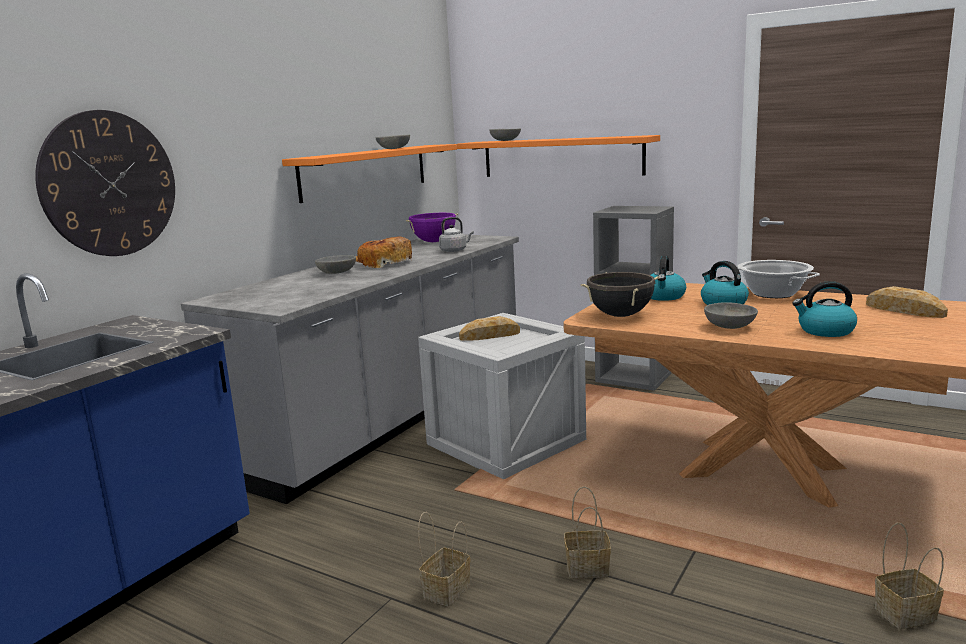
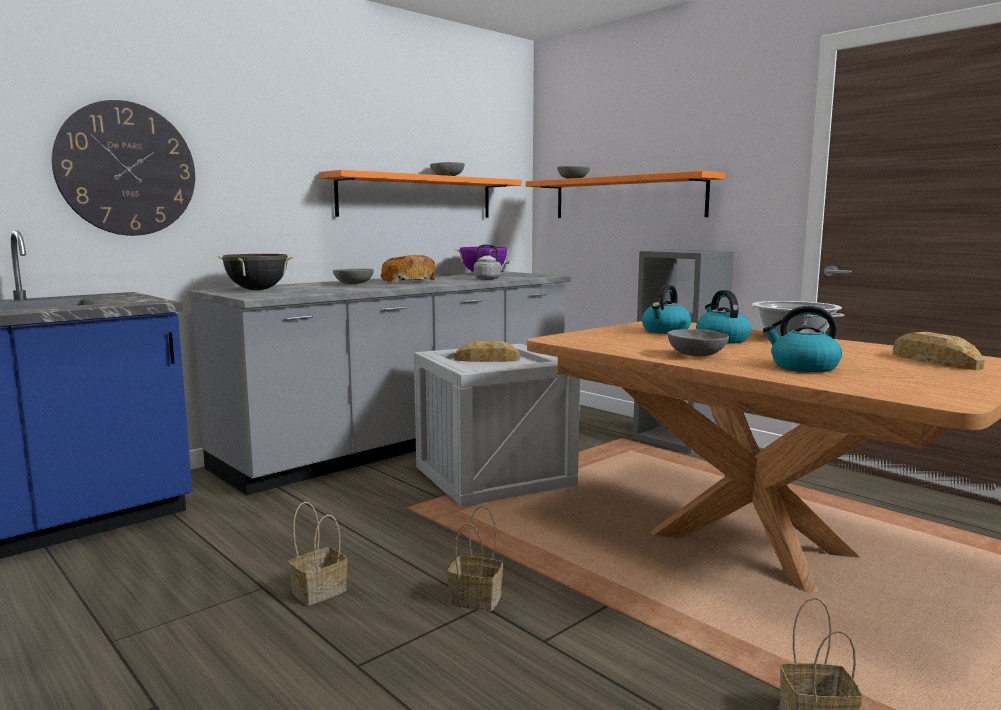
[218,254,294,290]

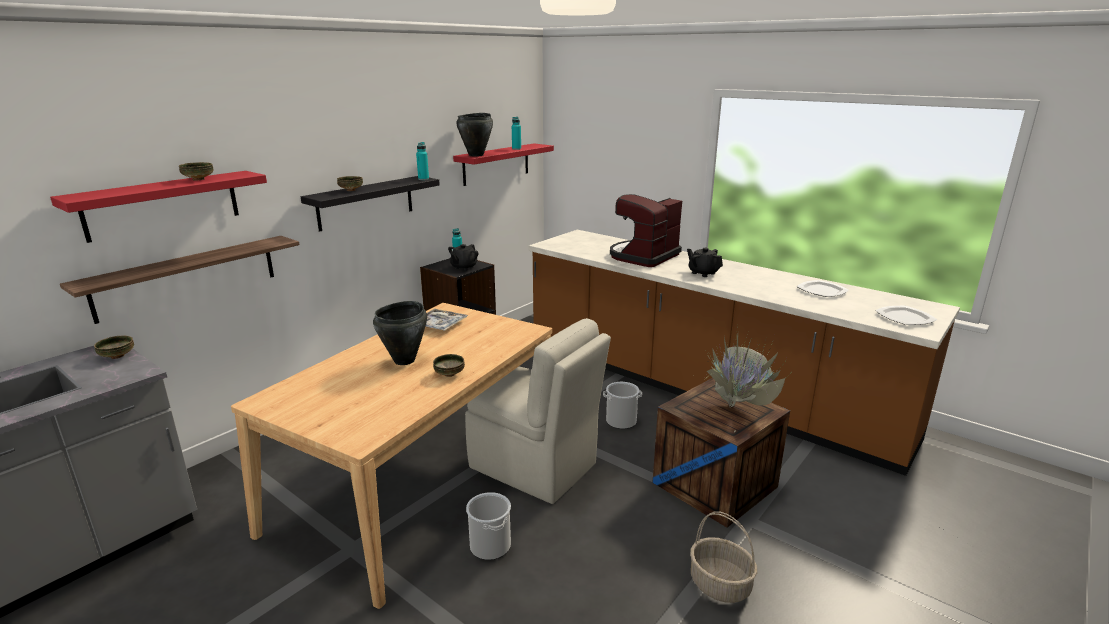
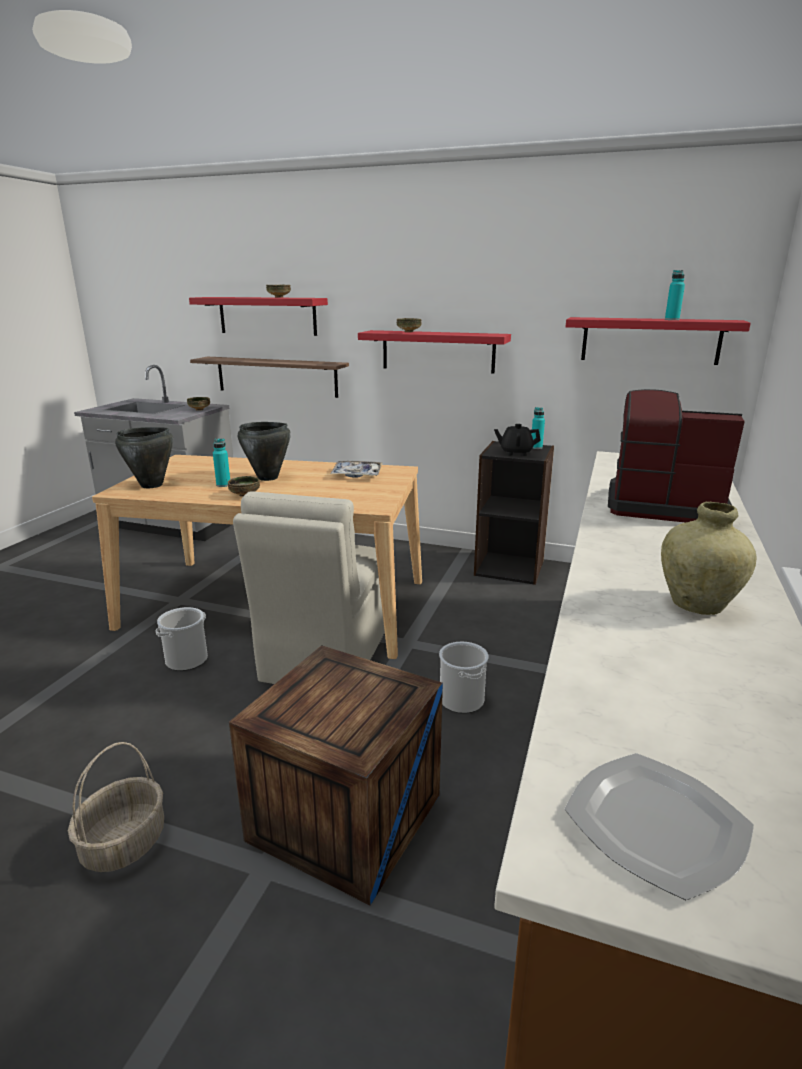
[687,248,723,277] (first image)
[707,325,791,433] (first image)
[796,280,849,297] (first image)
[661,501,756,615]
[213,439,230,487]
[115,427,173,488]
[358,330,511,374]

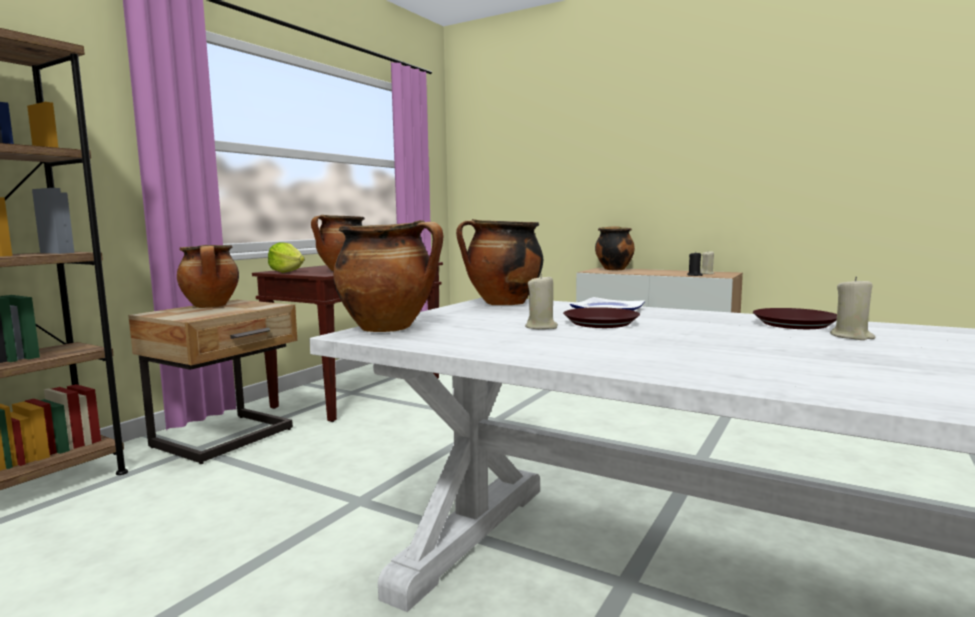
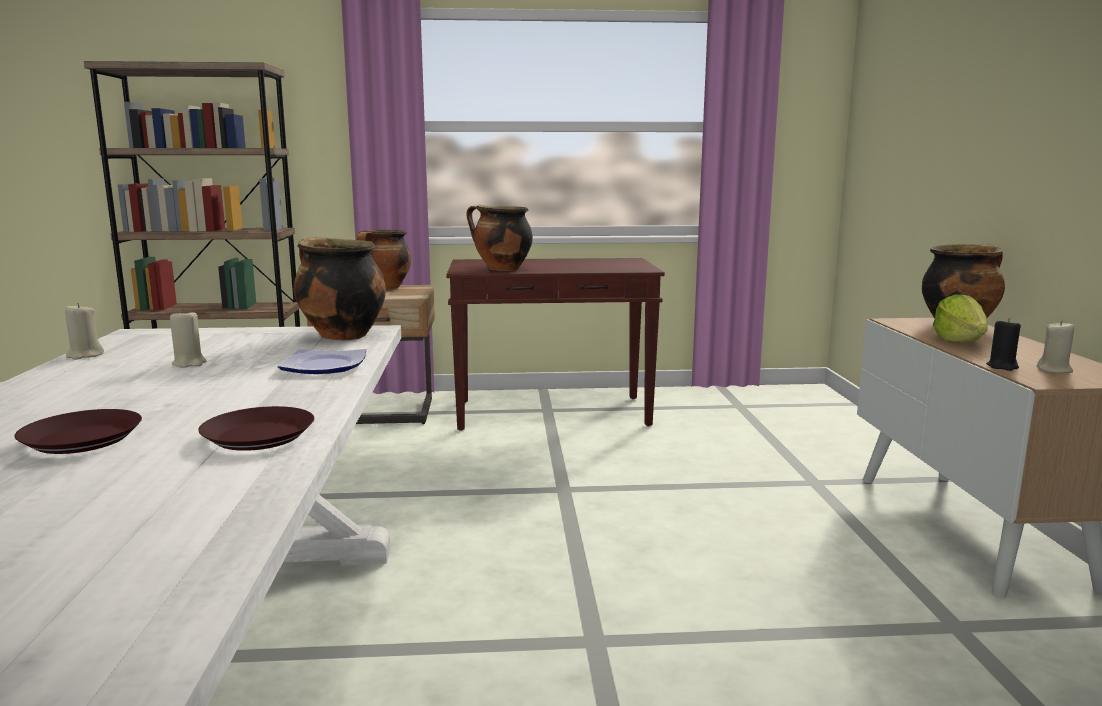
[333,220,444,332] (first image)
[933,294,988,343]
[14,409,142,454]
[65,303,104,360]

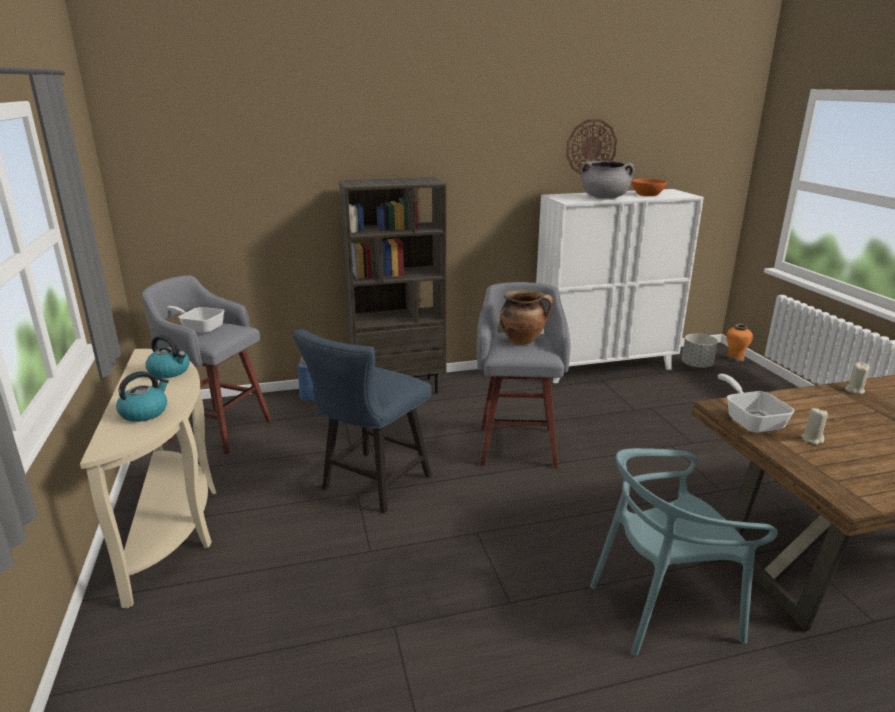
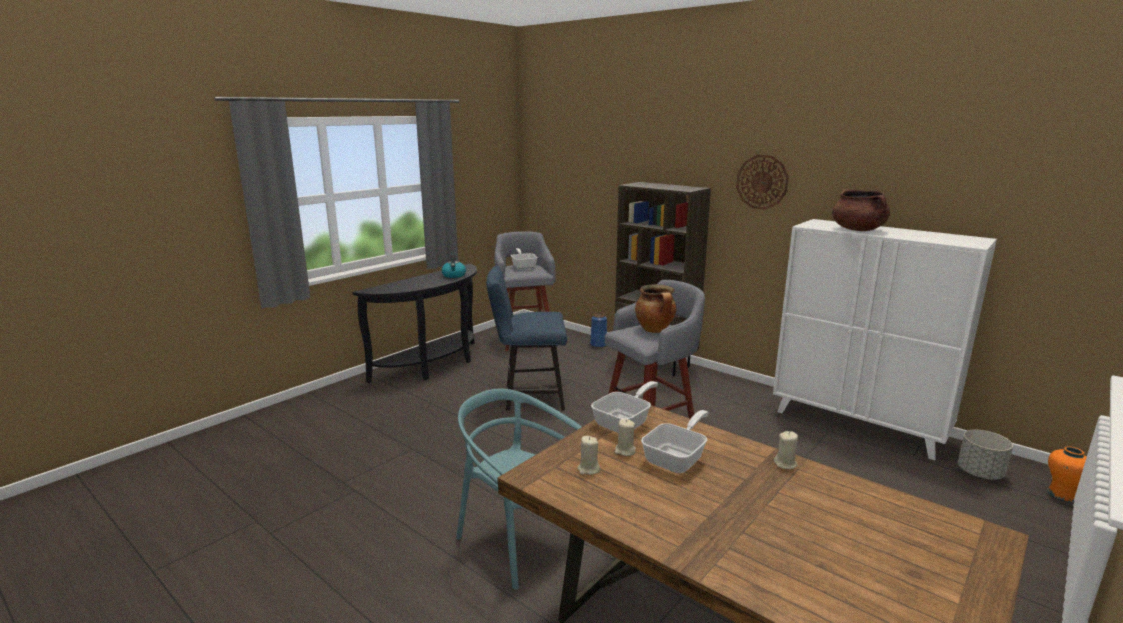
[116,371,169,422] (first image)
[632,179,667,196] (first image)
[578,436,600,475]
[641,410,709,473]
[736,155,789,210]
[353,264,477,383]
[832,189,890,231]

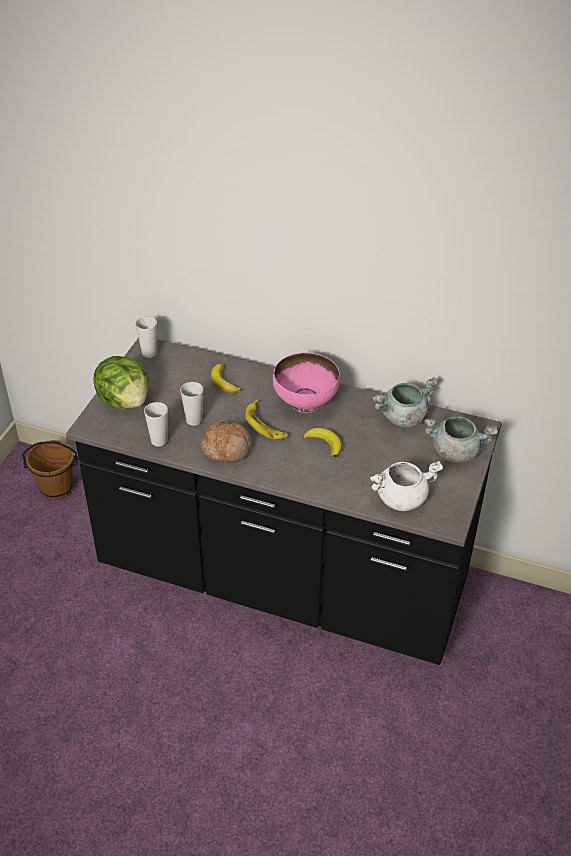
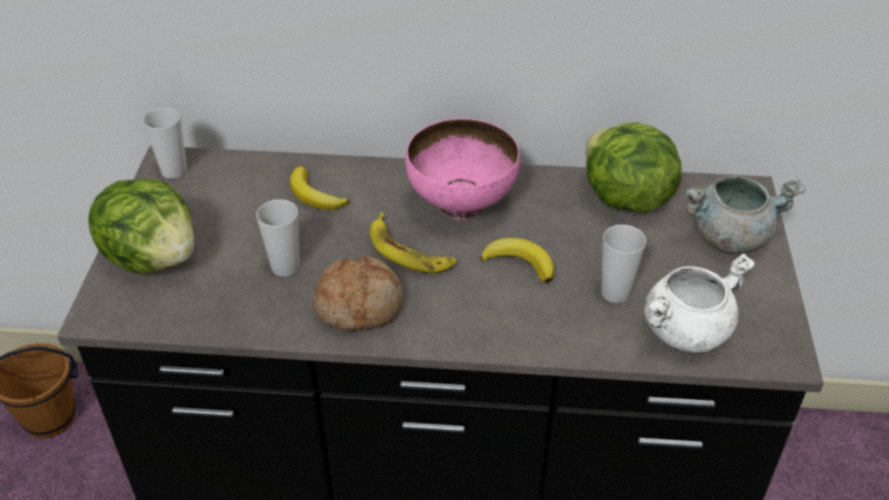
[601,224,647,303]
[586,122,682,213]

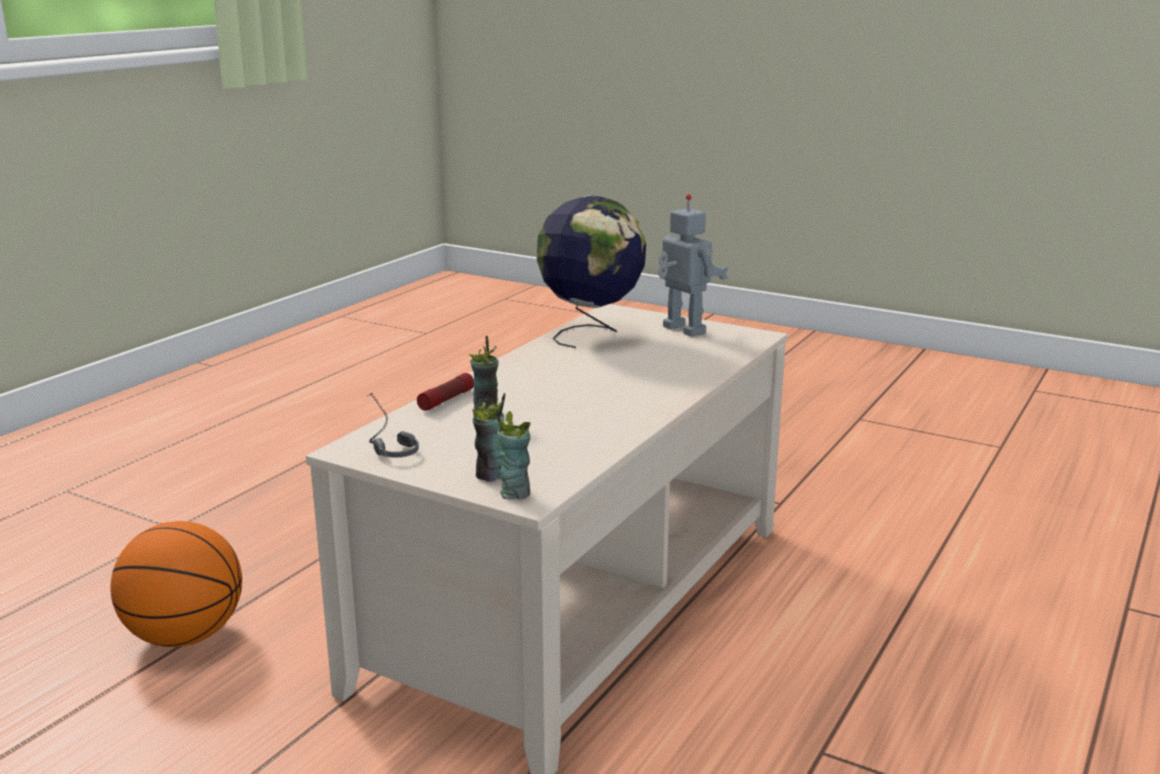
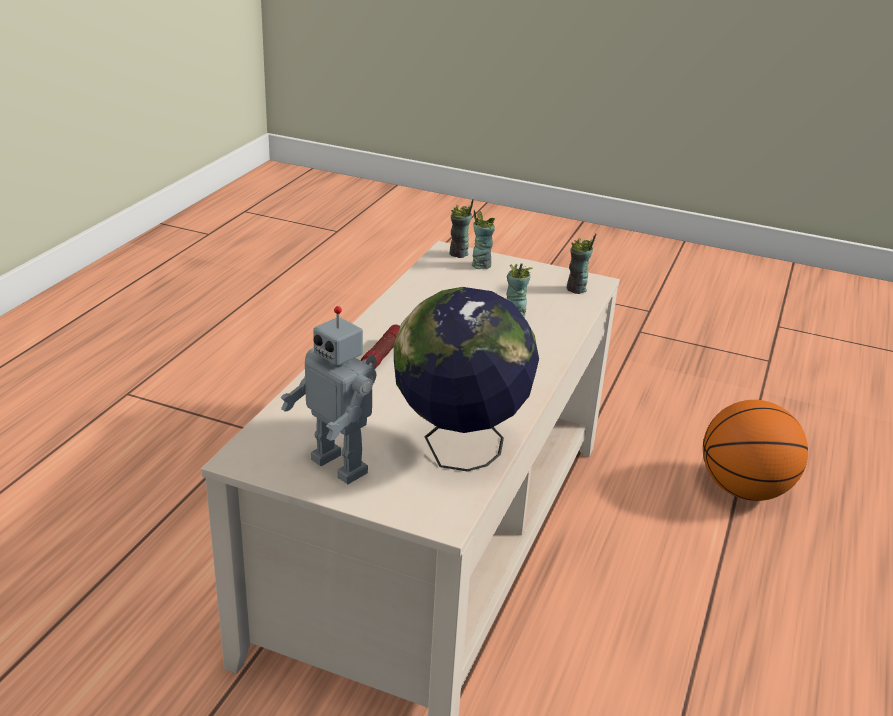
[361,325,400,369]
[567,233,596,294]

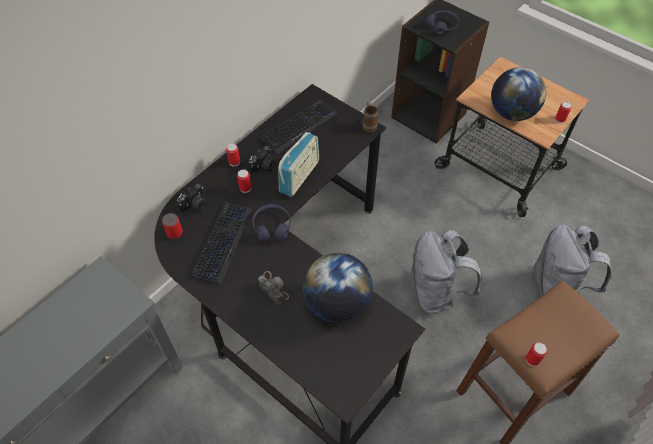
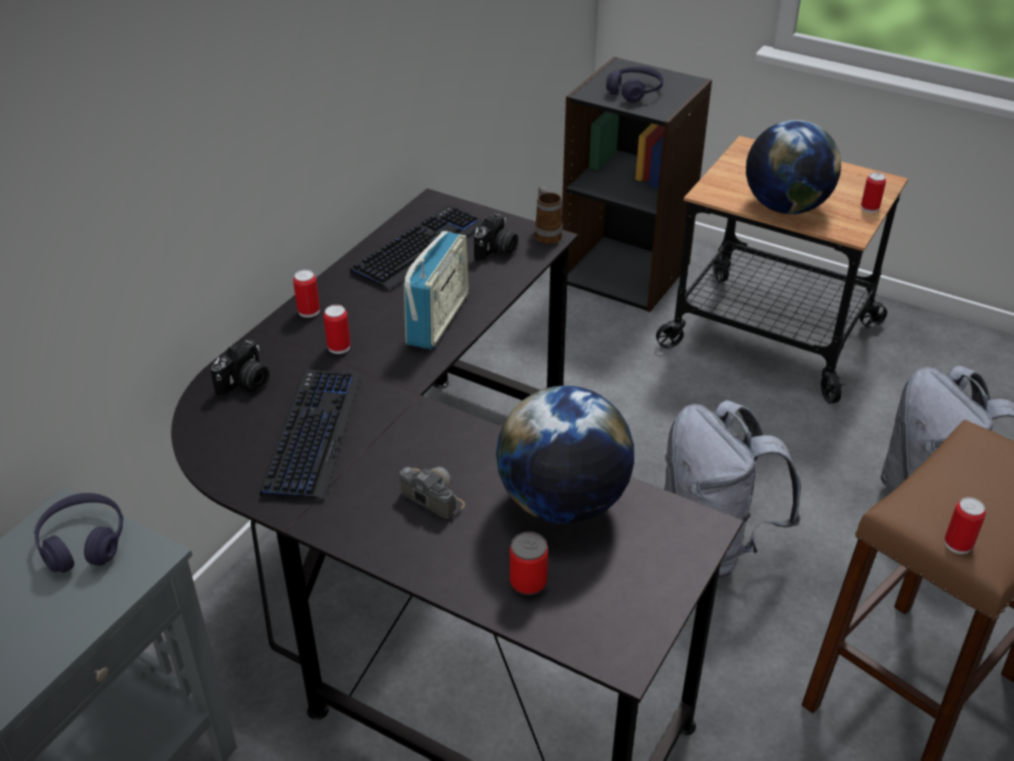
[510,532,548,595]
[474,213,518,261]
[34,493,123,573]

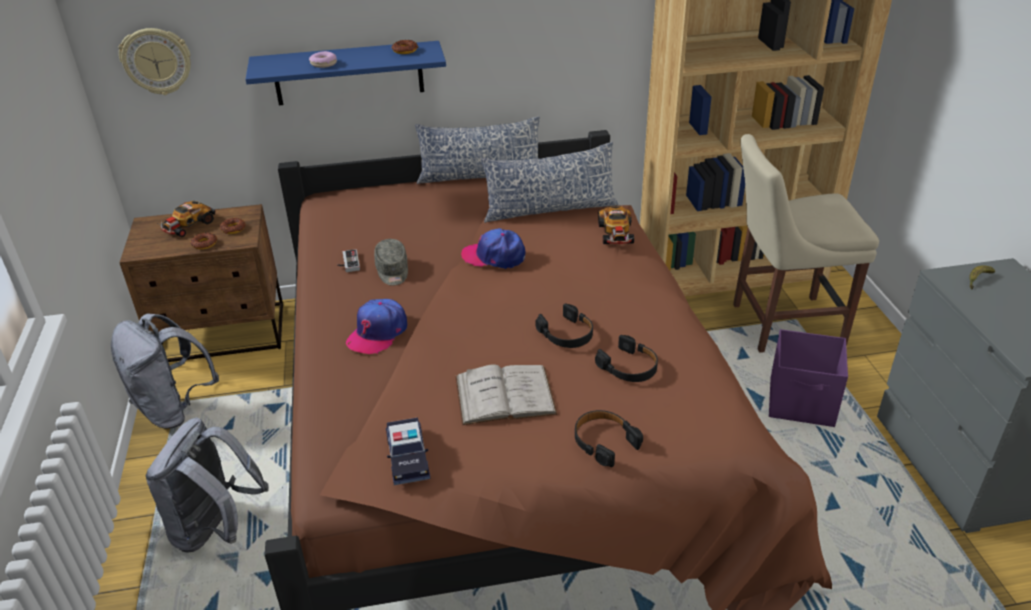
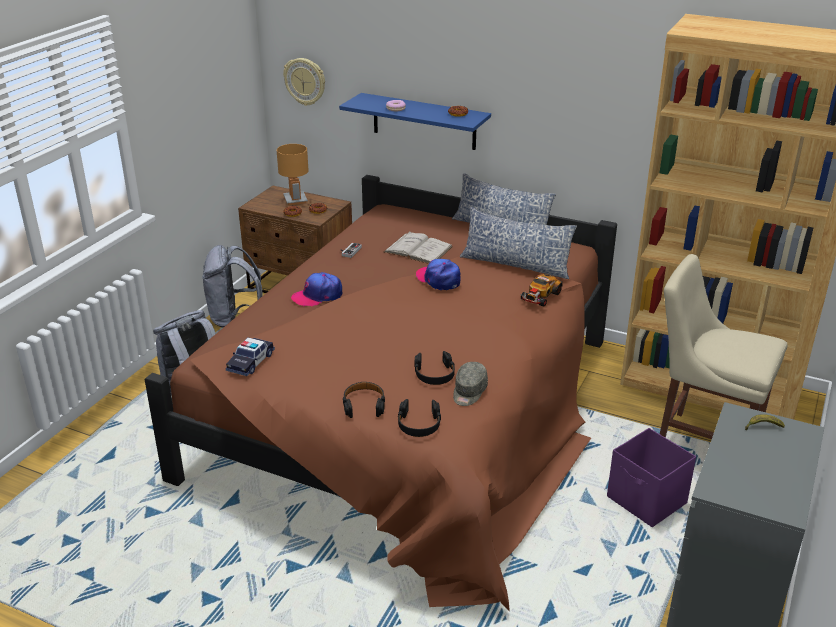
[453,362,488,406]
[384,231,453,264]
[397,399,441,437]
[277,144,308,205]

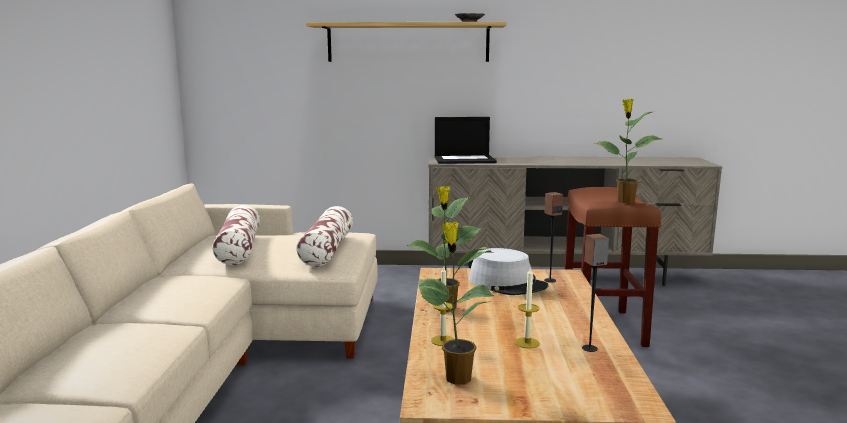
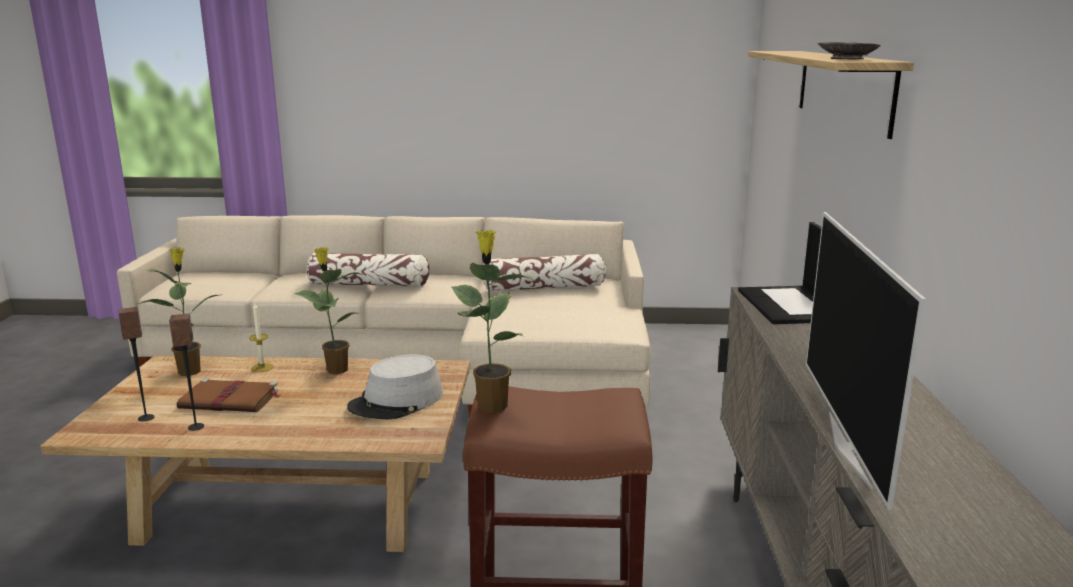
[806,212,926,510]
[306,253,429,287]
[119,307,154,422]
[177,379,281,412]

